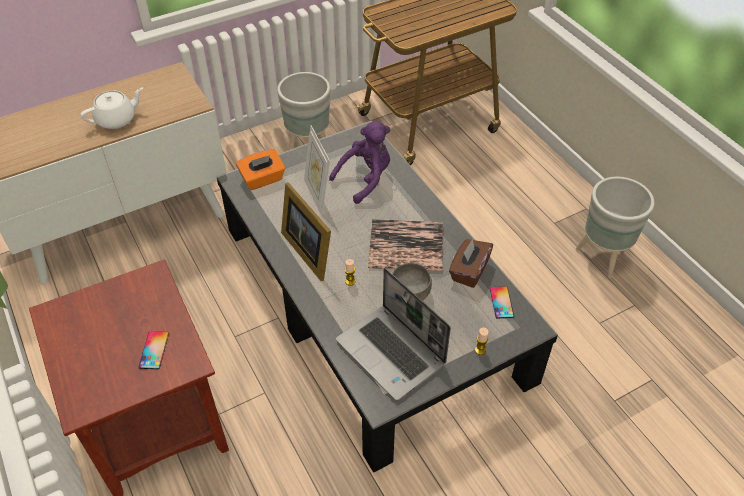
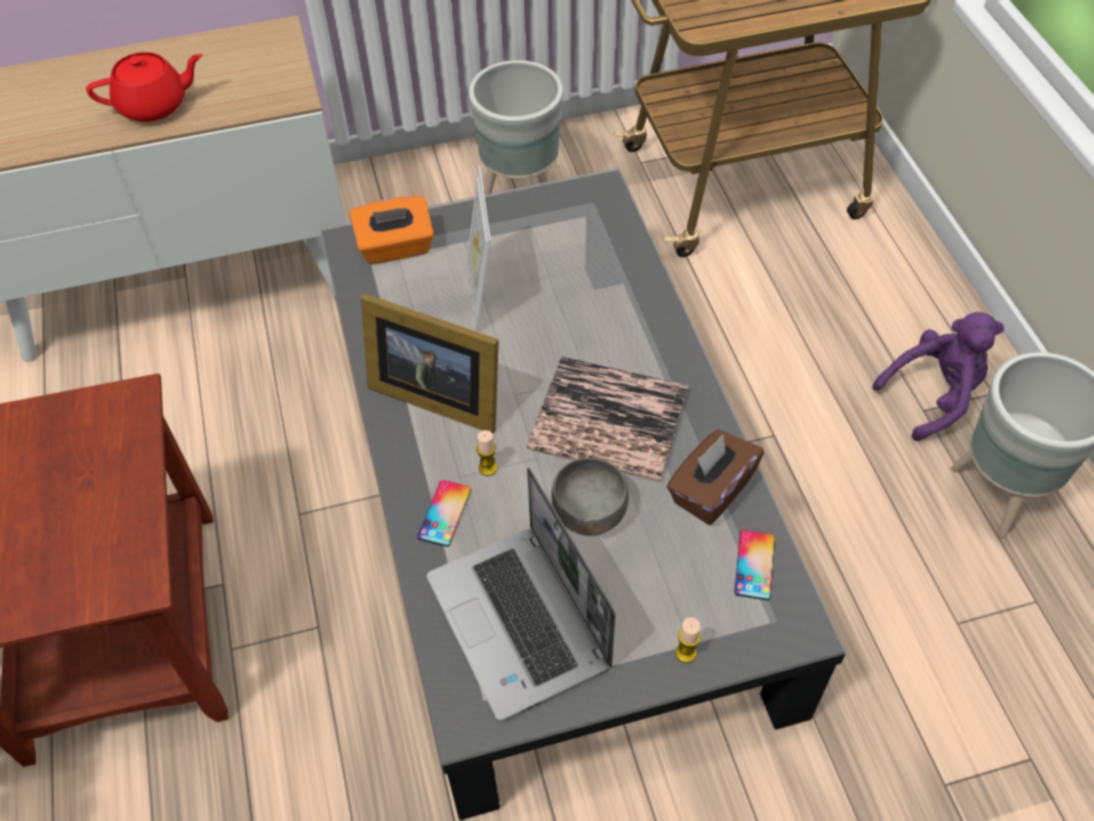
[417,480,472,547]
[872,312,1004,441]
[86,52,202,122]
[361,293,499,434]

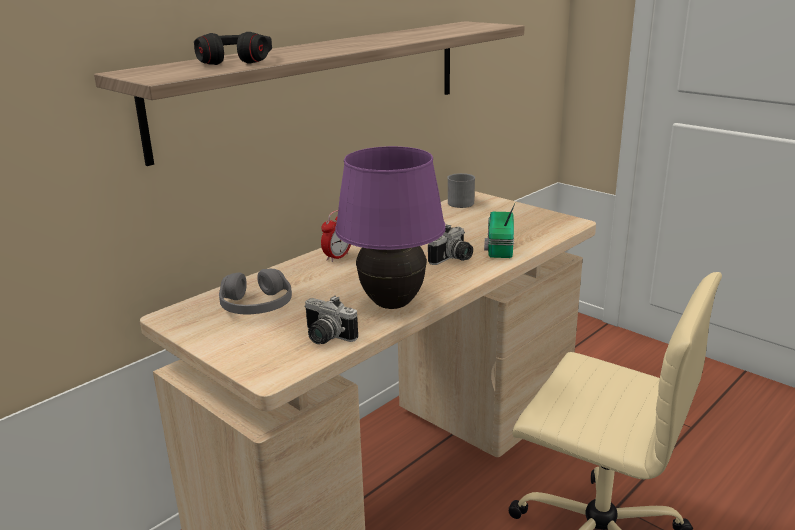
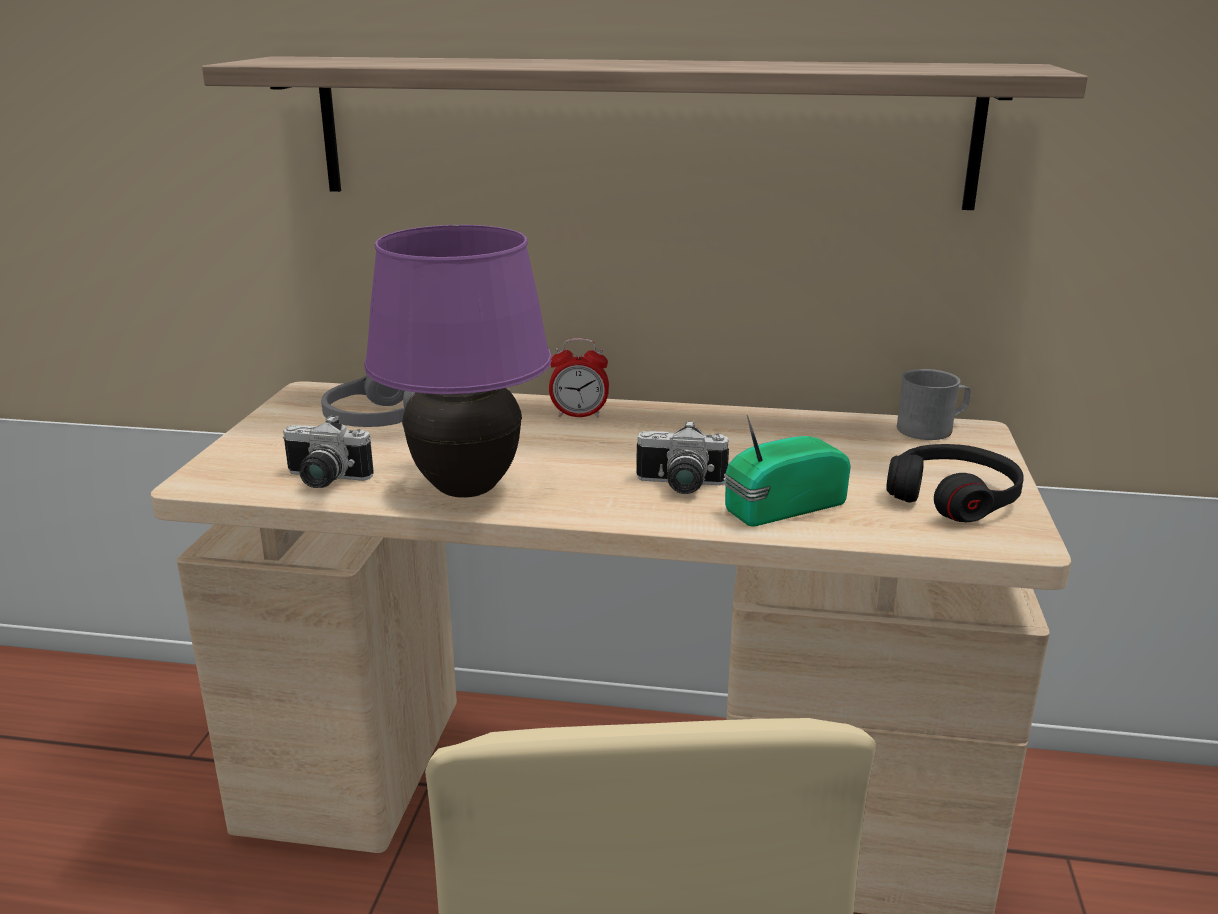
[886,444,1024,522]
[283,415,374,488]

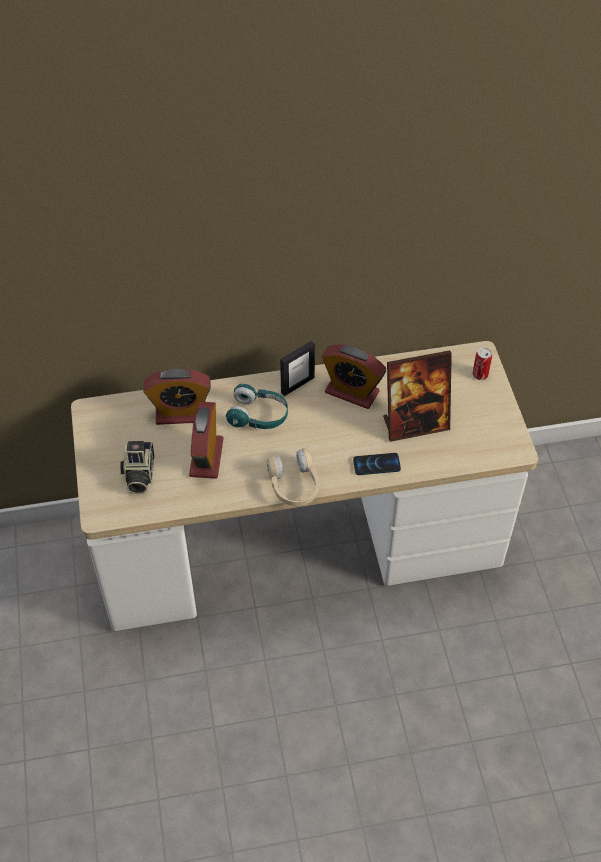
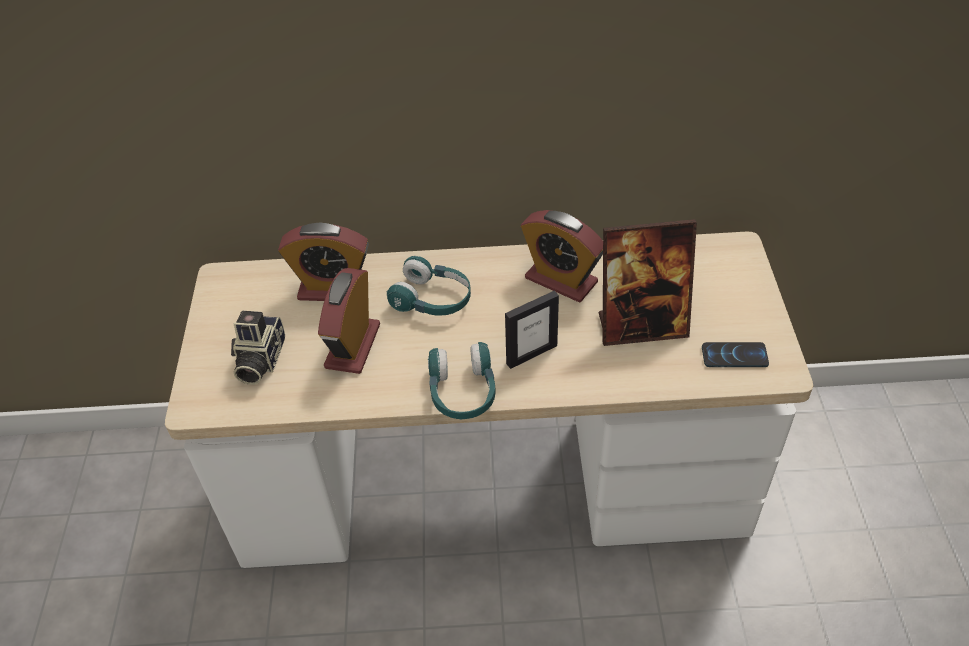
[473,347,492,380] (first image)
[505,291,559,369]
[702,342,769,367]
[428,342,496,419]

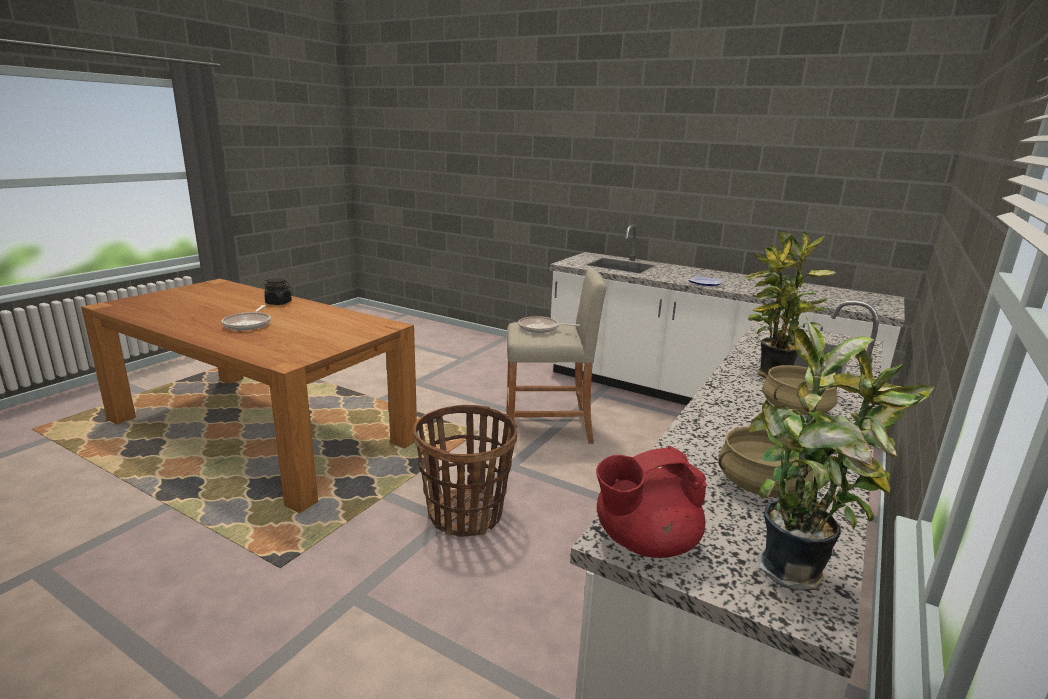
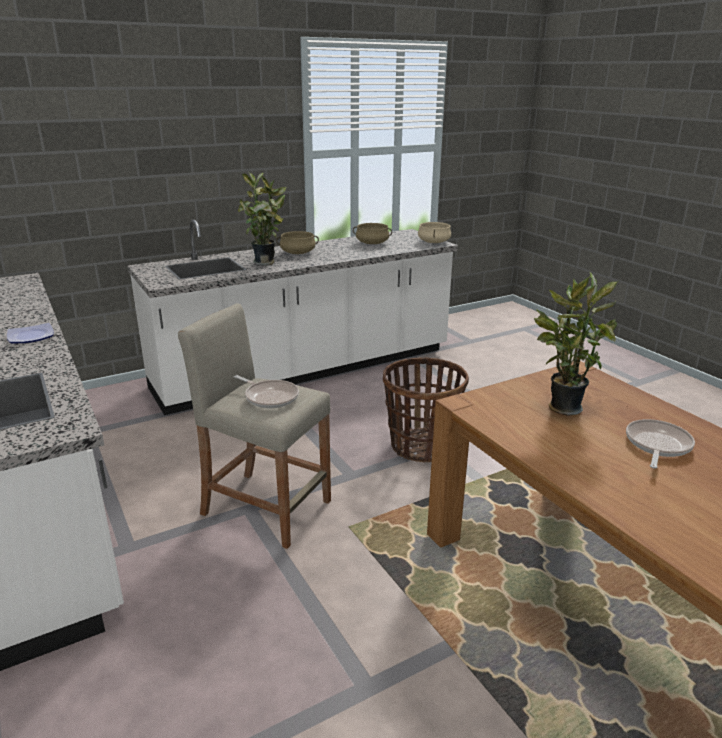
[264,278,292,305] (first image)
[534,271,618,416]
[418,222,451,243]

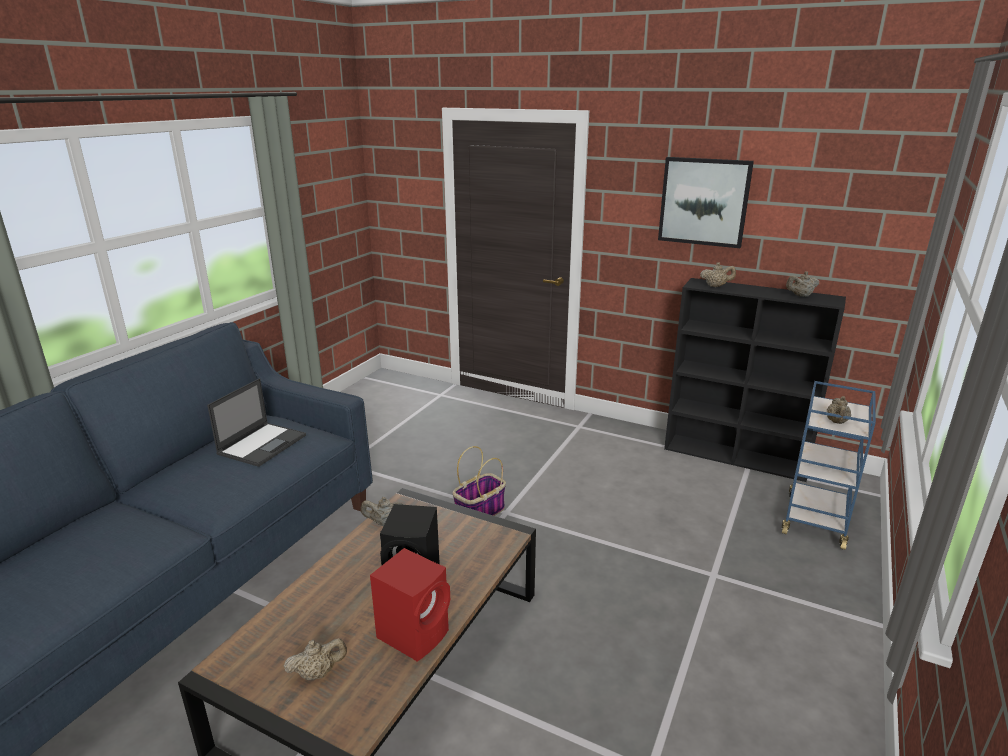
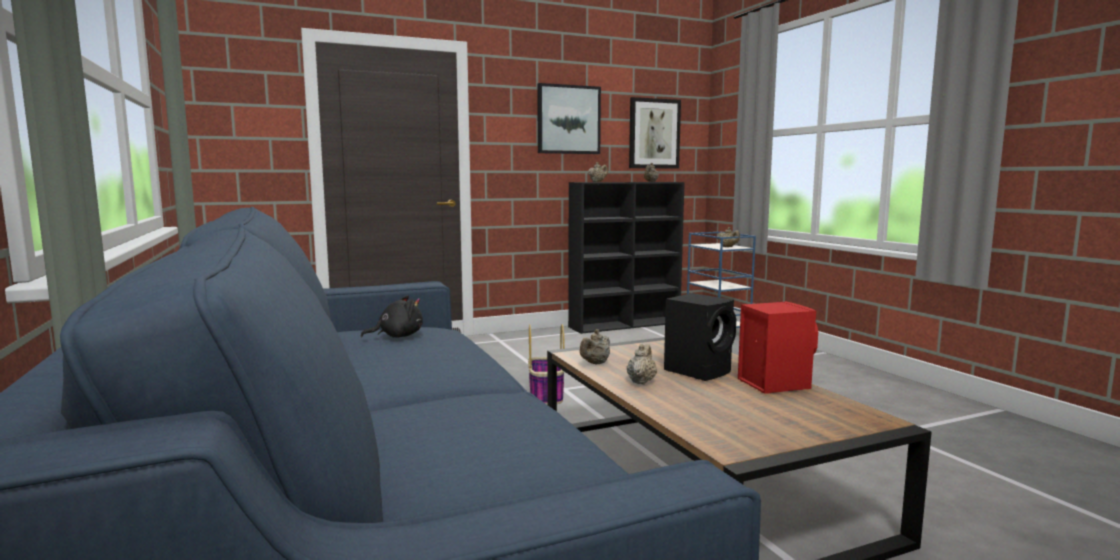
[629,97,681,169]
[627,344,657,385]
[361,295,423,338]

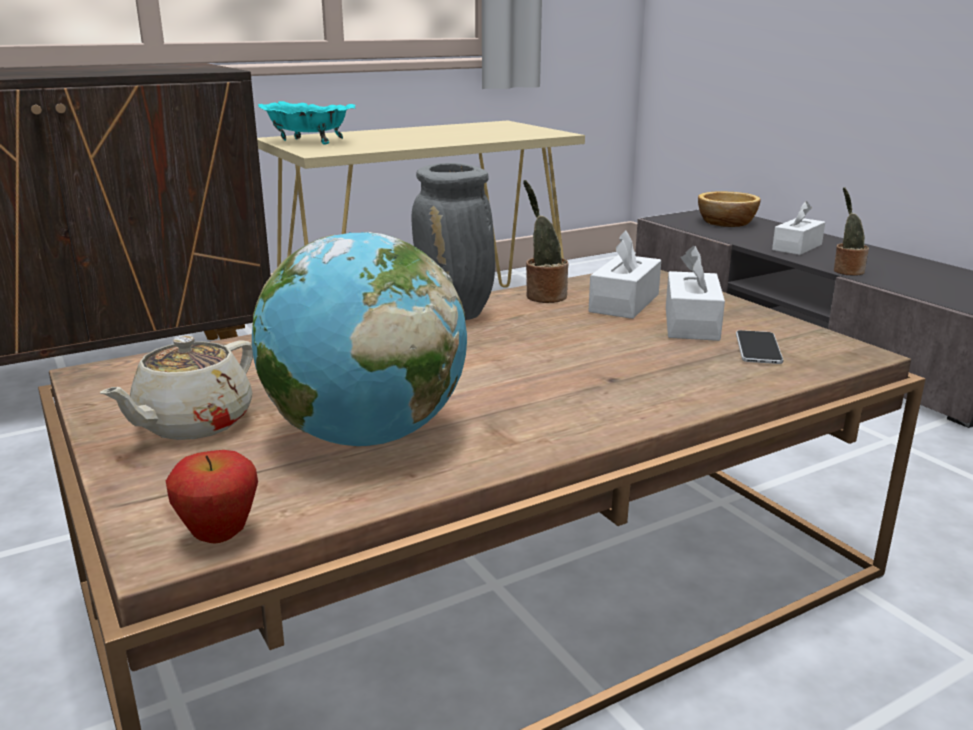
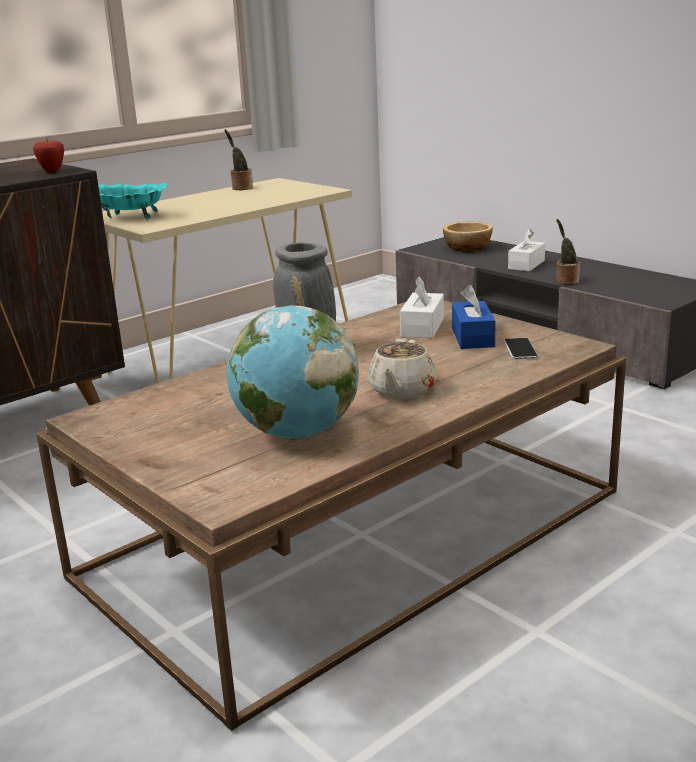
[368,338,437,399]
[33,138,64,172]
[224,129,253,190]
[452,285,496,349]

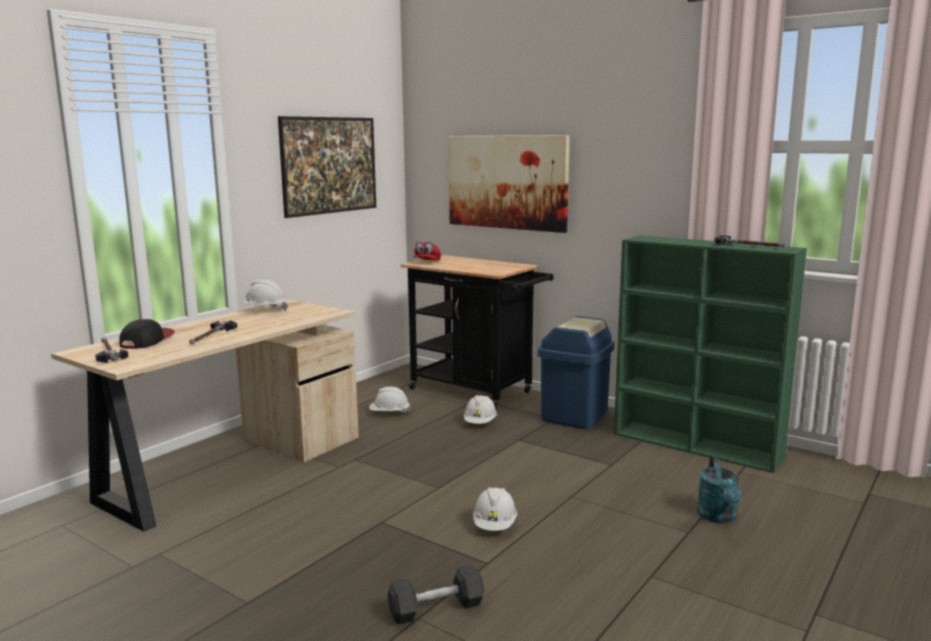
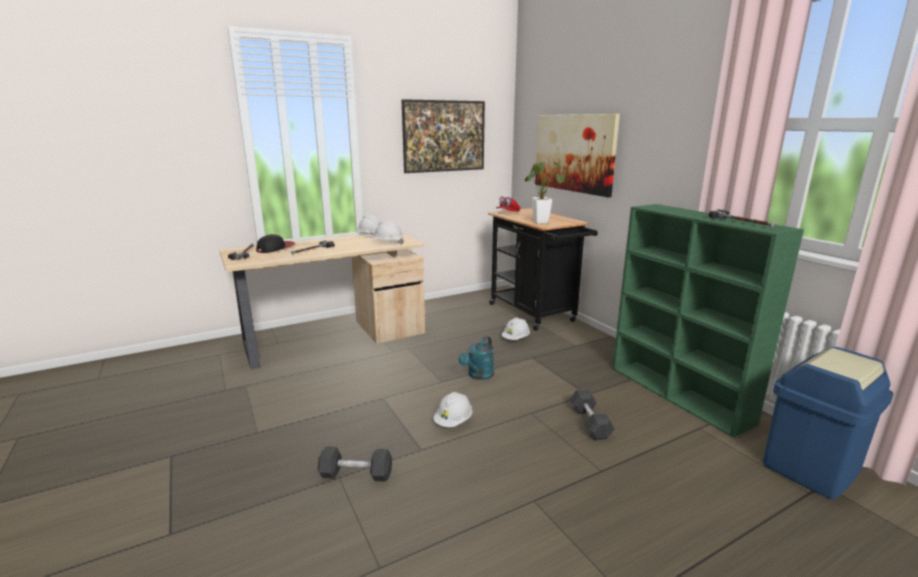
[525,162,565,224]
[569,389,615,440]
[371,221,404,245]
[763,347,894,499]
[459,336,494,380]

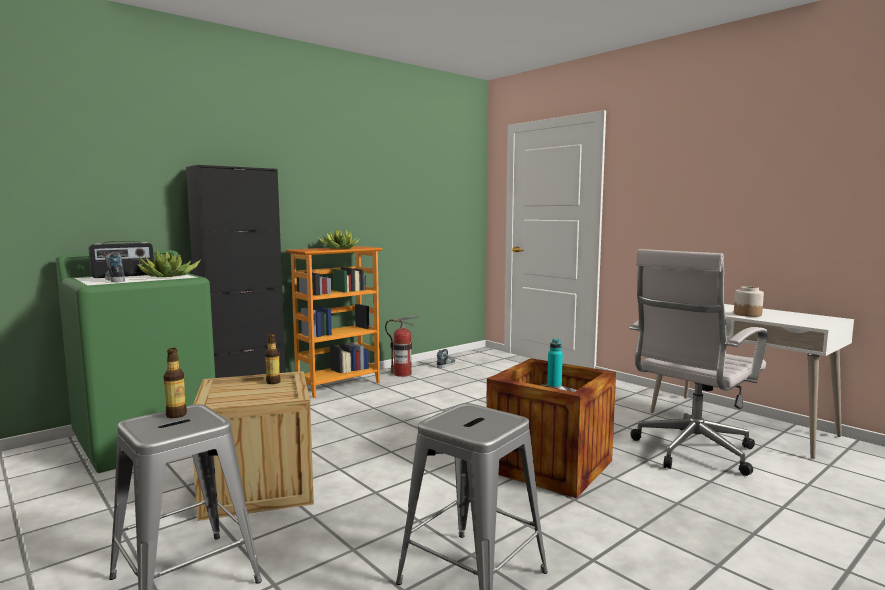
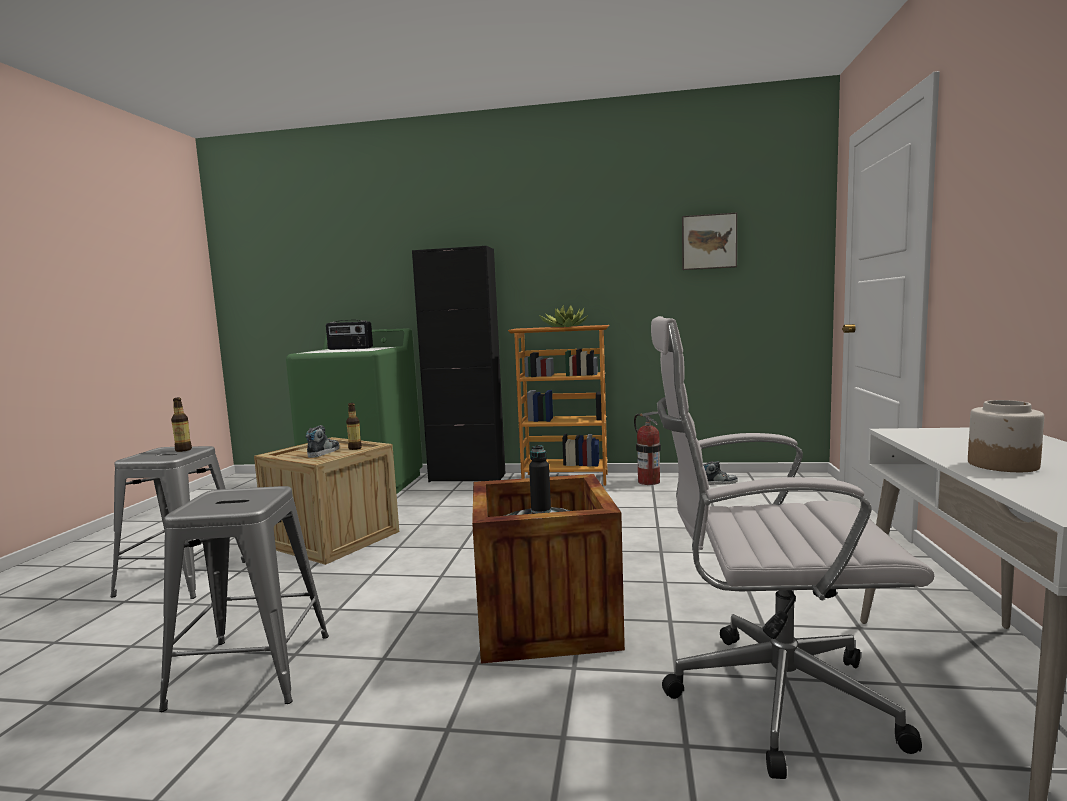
[138,251,201,277] (first image)
[682,212,737,270]
[306,425,339,458]
[529,445,551,514]

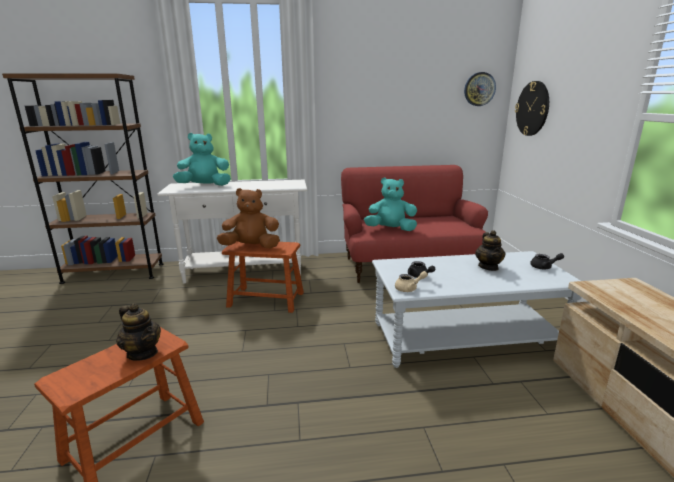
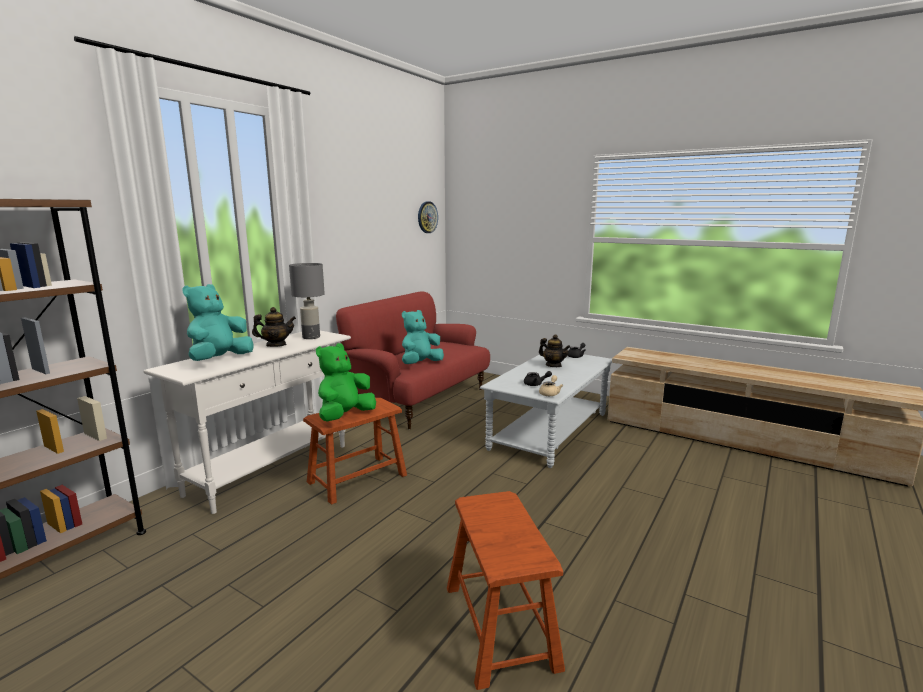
[515,81,549,136] (first image)
[289,263,325,339]
[252,307,296,347]
[316,343,376,421]

